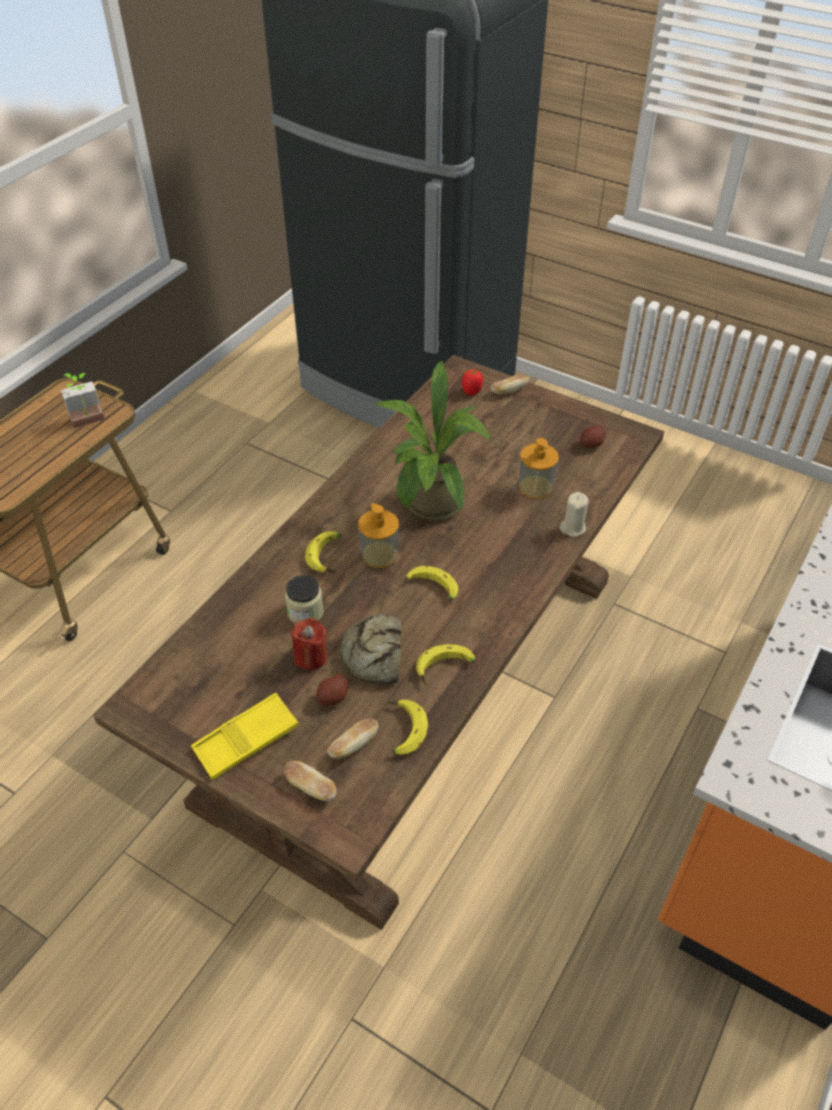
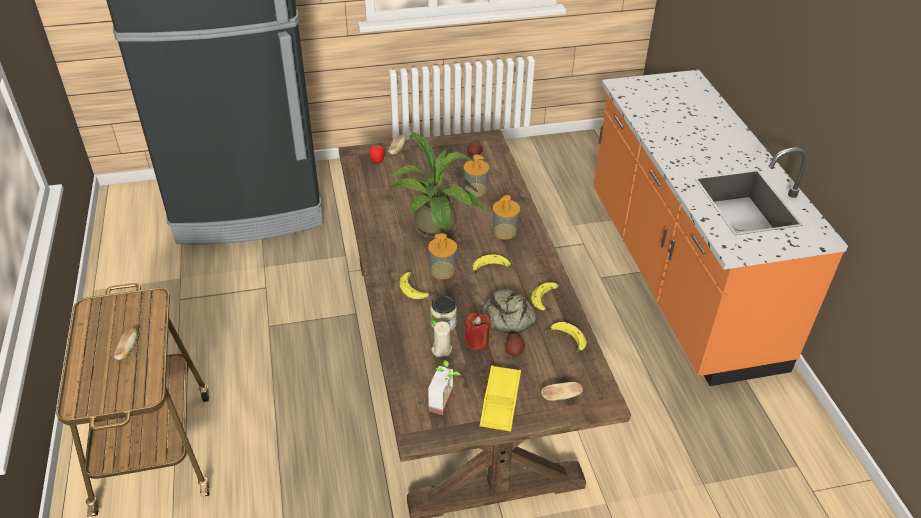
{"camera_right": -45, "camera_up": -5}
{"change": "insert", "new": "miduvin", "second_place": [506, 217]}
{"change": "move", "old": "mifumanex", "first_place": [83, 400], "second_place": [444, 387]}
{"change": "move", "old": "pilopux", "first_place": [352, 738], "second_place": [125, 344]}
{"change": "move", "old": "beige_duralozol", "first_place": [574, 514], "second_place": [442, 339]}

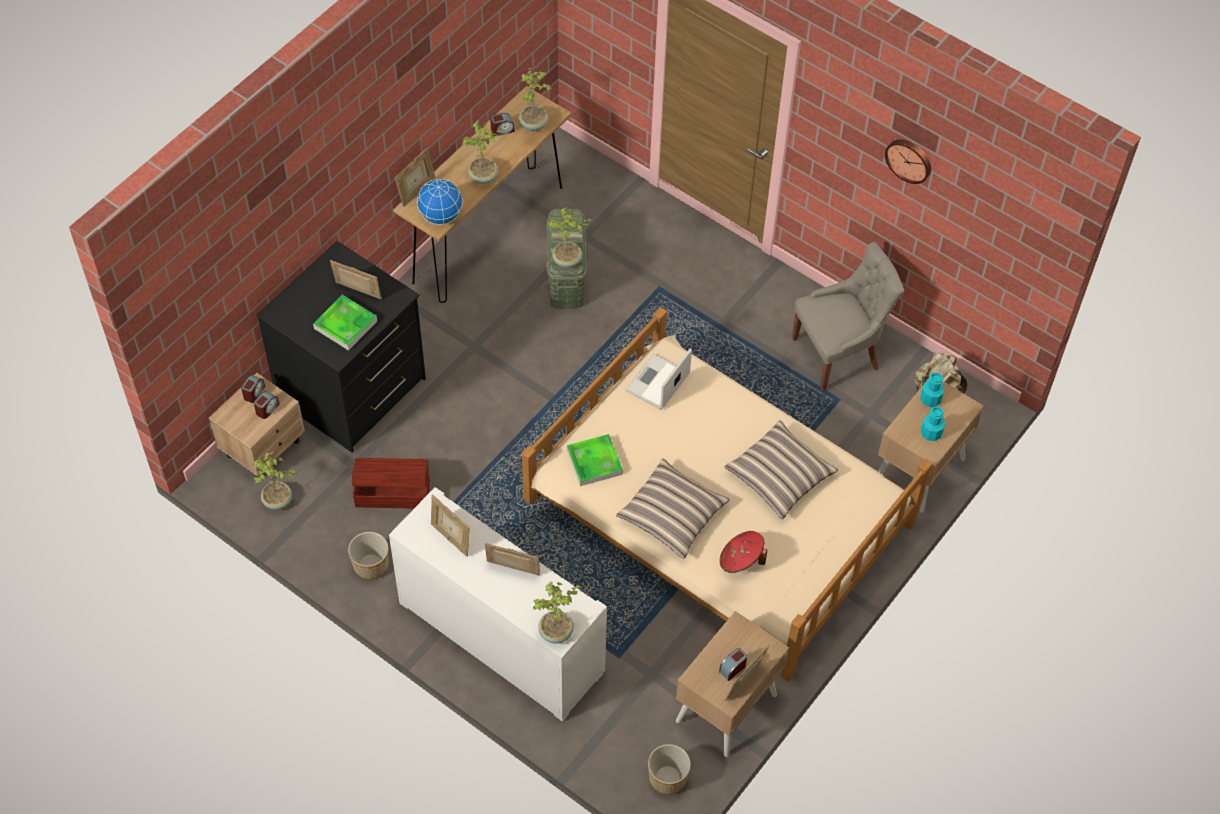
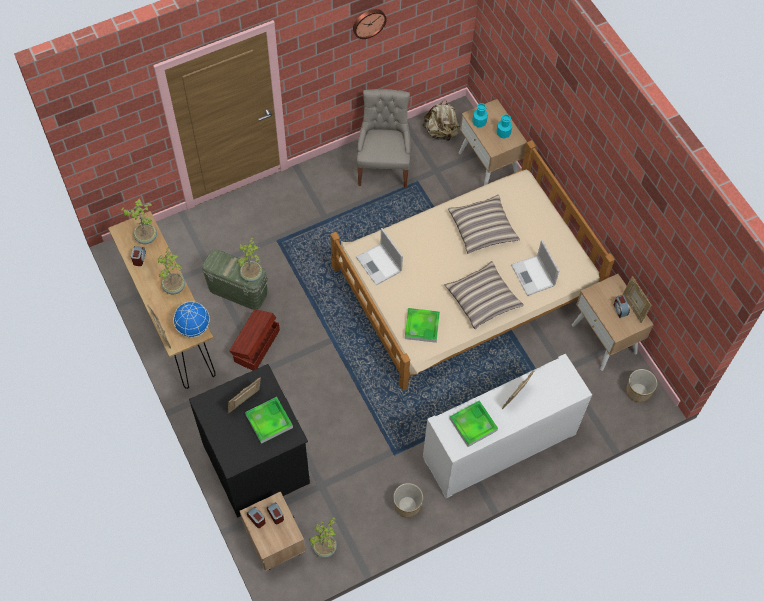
{"camera_right": -65, "camera_up": 5}
{"change": "delete", "old": "mifumanex", "first_place": [557, 613]}
{"change": "move", "old": "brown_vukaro", "first_place": [391, 483], "second_place": [254, 339]}
{"change": "replace", "old": "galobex", "new": "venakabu", "first_place": [450, 526], "second_place": [473, 423]}
{"change": "replace", "old": "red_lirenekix", "new": "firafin", "first_place": [743, 552], "second_place": [535, 268]}

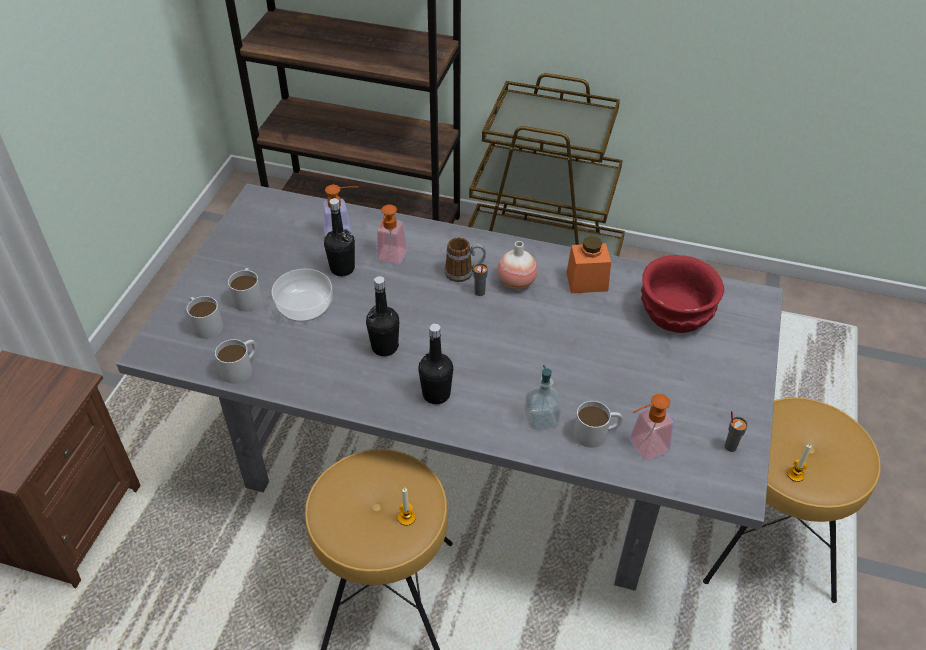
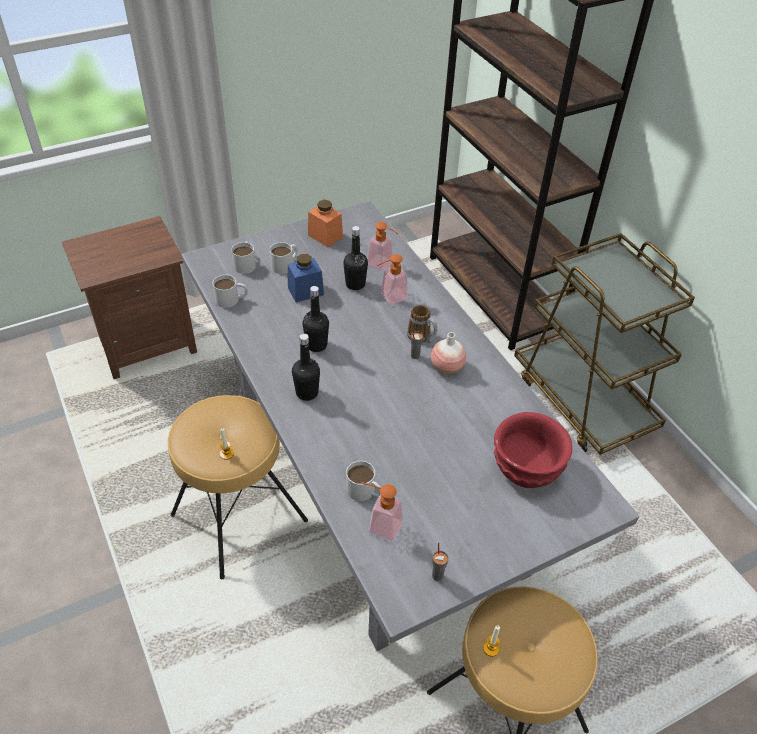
{"camera_right": 45, "camera_up": 0}
{"change": "delete", "old": "miduvin", "first_place": [543, 397]}
{"change": "move", "old": "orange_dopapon", "first_place": [588, 264], "second_place": [325, 223]}
{"change": "replace", "old": "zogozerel", "new": "blue_dopapon", "first_place": [302, 295], "second_place": [306, 278]}

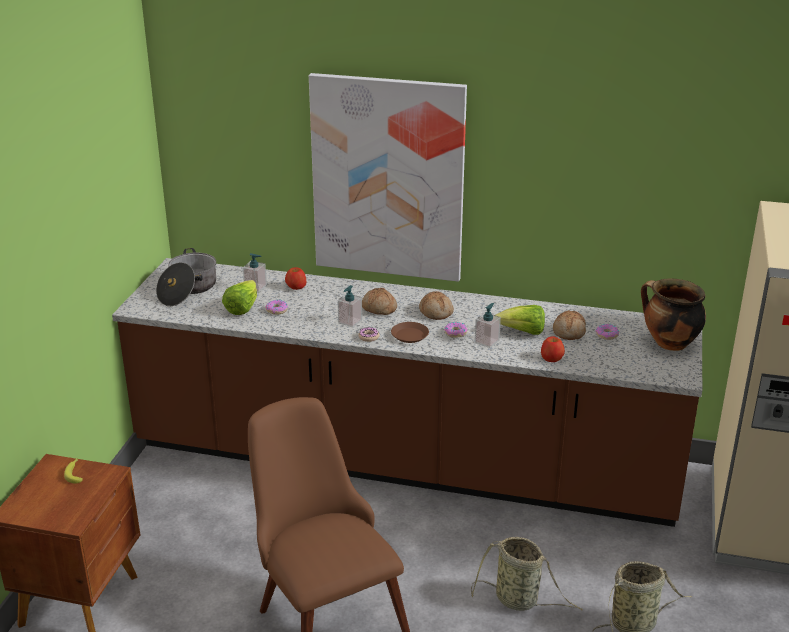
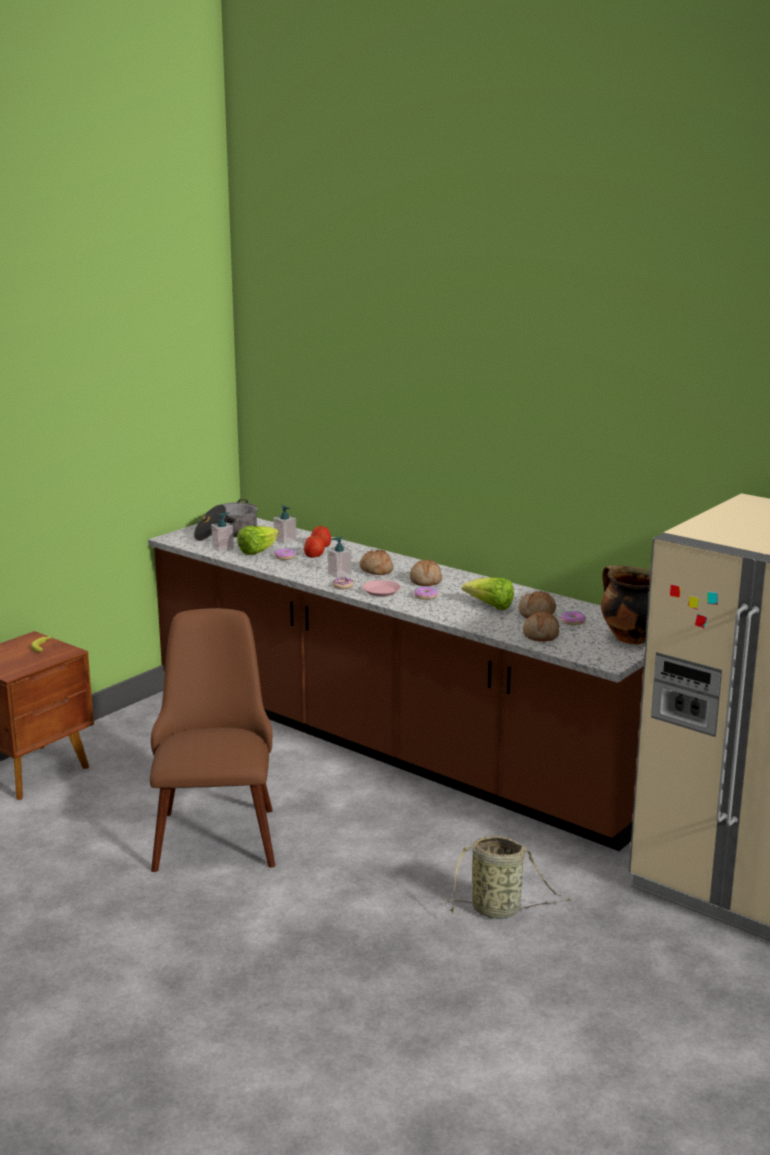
{"camera_right": 25, "camera_up": -10}
{"change": "delete", "old": "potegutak", "first_place": [388, 177]}
{"change": "delete", "old": "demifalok", "first_place": [527, 574]}
{"change": "insert", "new": "pilopux", "second_place": [541, 626]}
{"change": "move", "old": "miduvin", "first_place": [488, 325], "second_place": [222, 532]}
{"change": "move", "old": "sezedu", "first_place": [553, 349], "second_place": [314, 546]}
{"change": "recolor", "old": "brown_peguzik", "new": "pink_peguzik", "first_place": [410, 332], "second_place": [381, 588]}

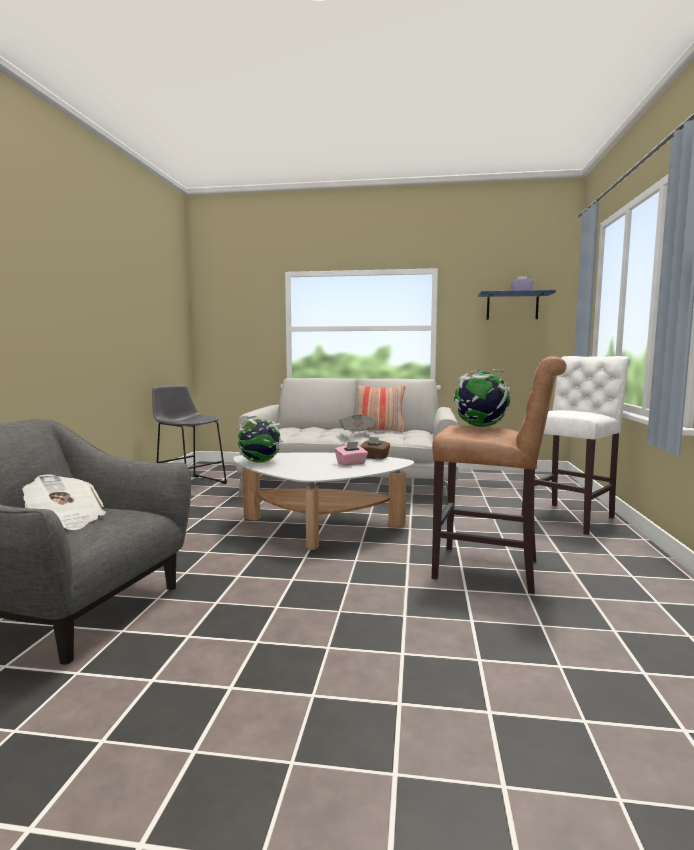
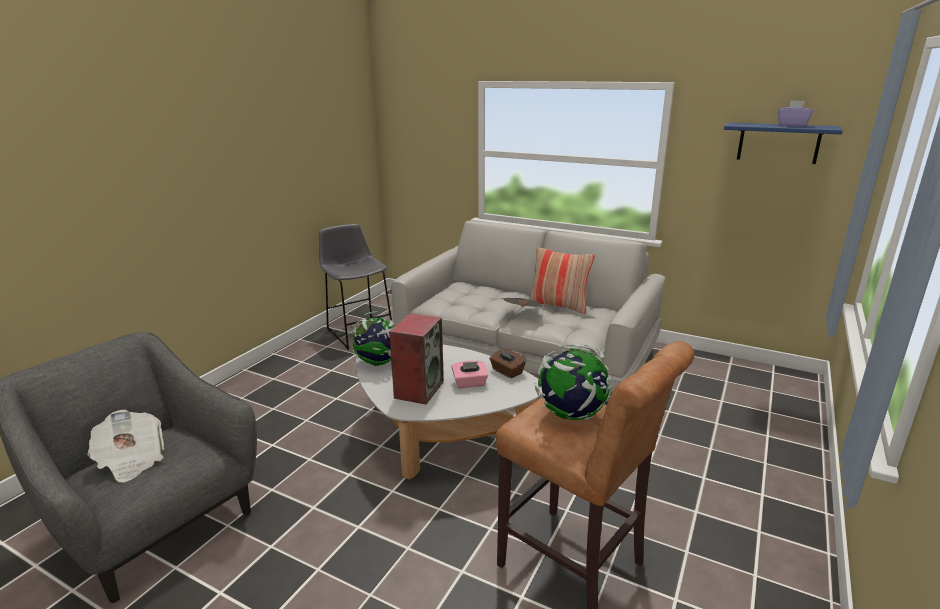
{"camera_right": 20, "camera_up": 15}
{"change": "delete", "old": "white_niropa", "first_place": [576, 445]}
{"change": "insert", "new": "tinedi", "second_place": [416, 359]}

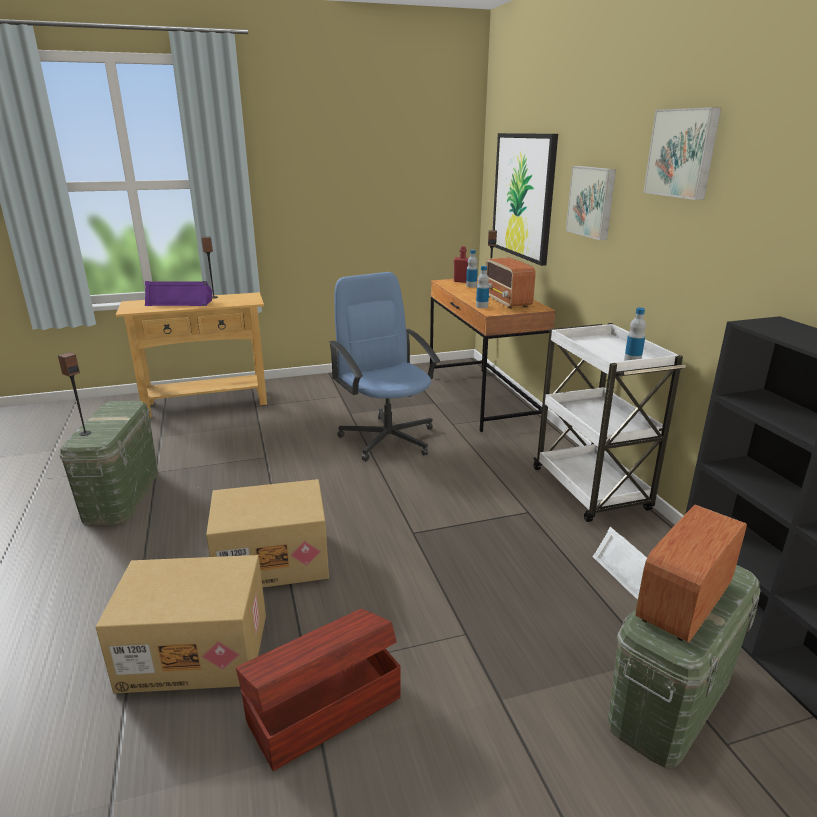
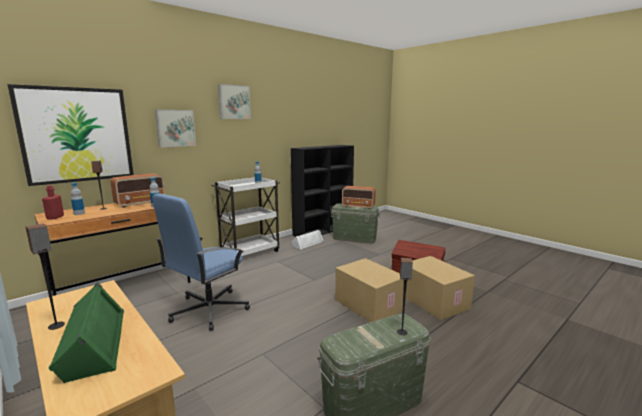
{"camera_right": -115, "camera_up": -10}
{"change": "recolor", "old": "purple_tinedi", "new": "green_tinedi", "first_place": [178, 293], "second_place": [86, 332]}

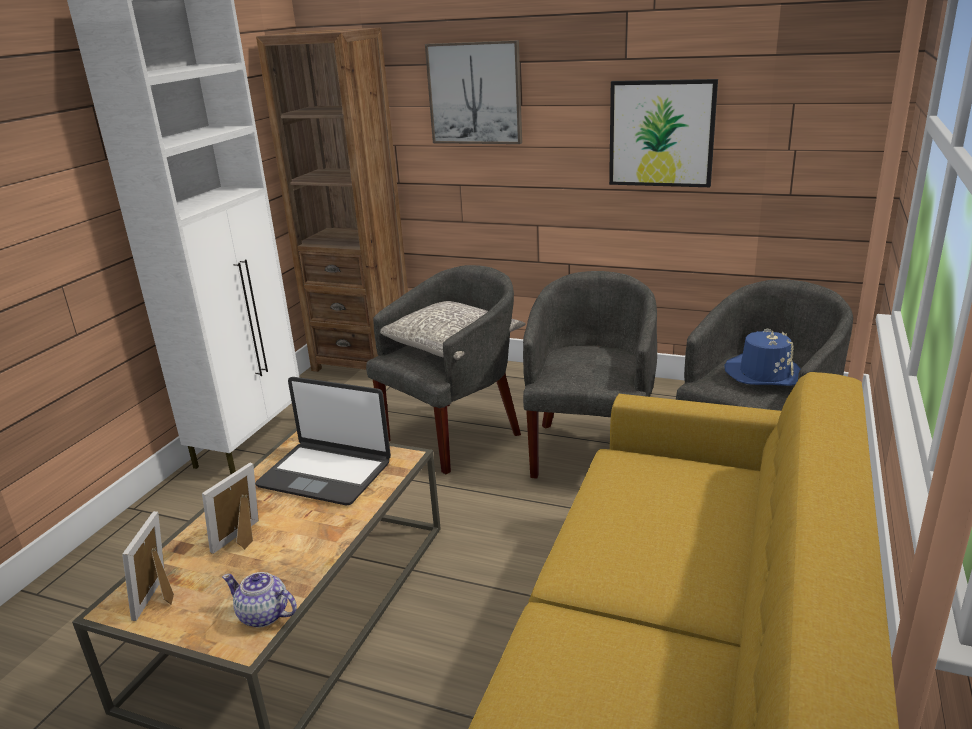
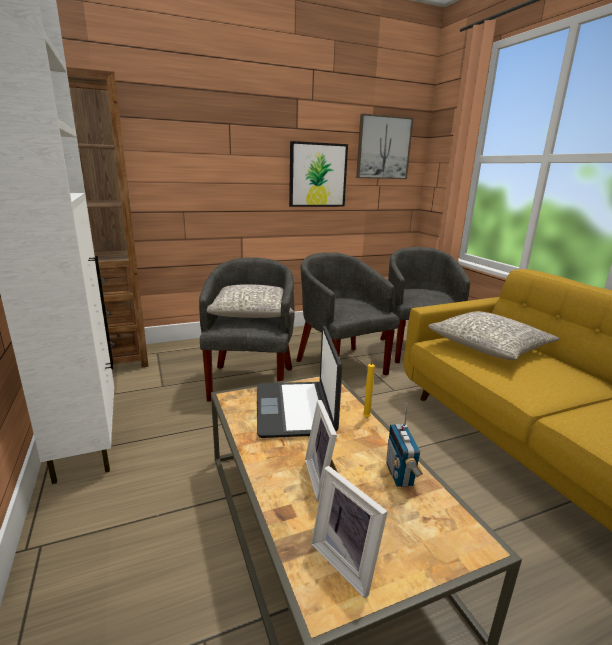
{"camera_right": -45, "camera_up": -5}
{"change": "delete", "old": "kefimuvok", "first_place": [259, 600]}
{"change": "delete", "old": "blue_lirenekix", "first_place": [762, 357]}
{"change": "insert", "new": "yellow_duralozol", "second_place": [369, 387]}
{"change": "insert", "new": "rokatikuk", "second_place": [404, 445]}
{"change": "insert", "new": "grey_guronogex", "second_place": [494, 335]}
{"change": "move", "old": "potegutak", "first_place": [473, 92], "second_place": [384, 146]}
{"change": "rotate", "old": "firafin", "first_place": [323, 441], "second_place": [300, 381], "degrees": 105}

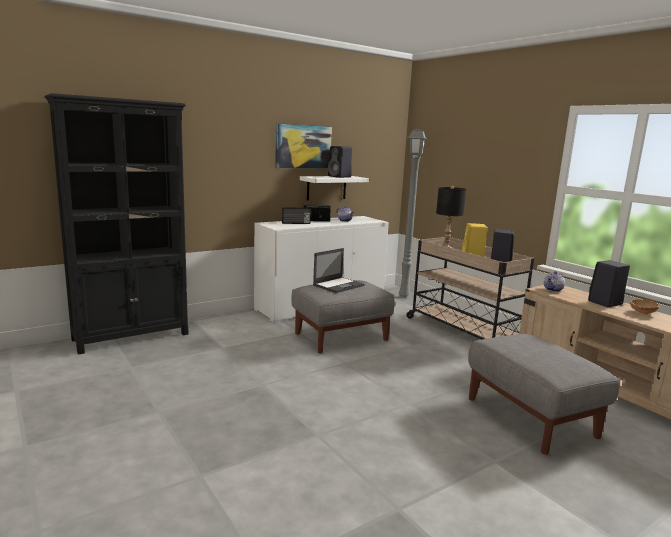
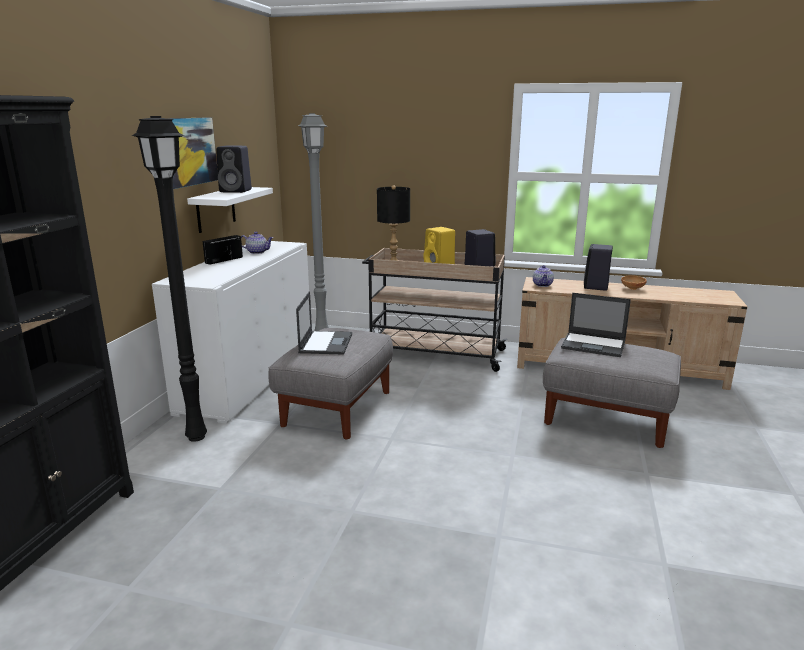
{"camera_right": -40, "camera_up": 5}
{"change": "delete", "old": "rokatikuk", "first_place": [296, 215]}
{"change": "insert", "new": "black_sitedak", "second_place": [169, 279]}
{"change": "insert", "new": "firafin", "second_place": [596, 325]}

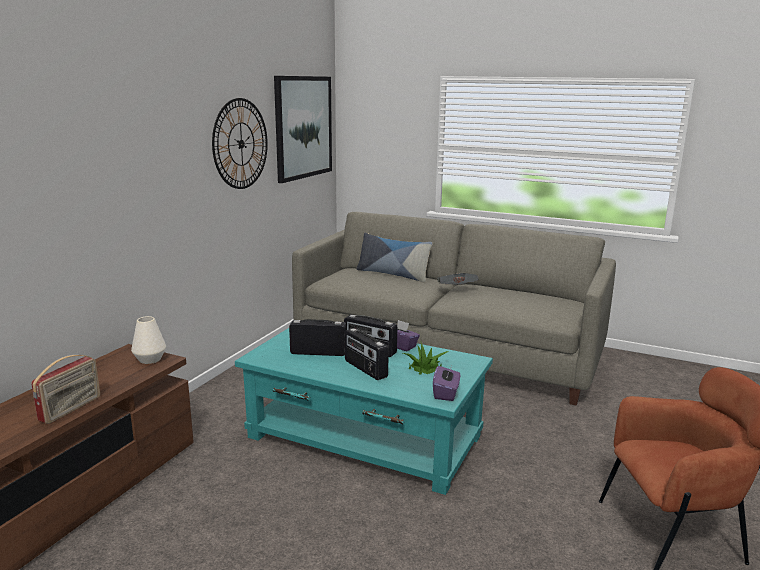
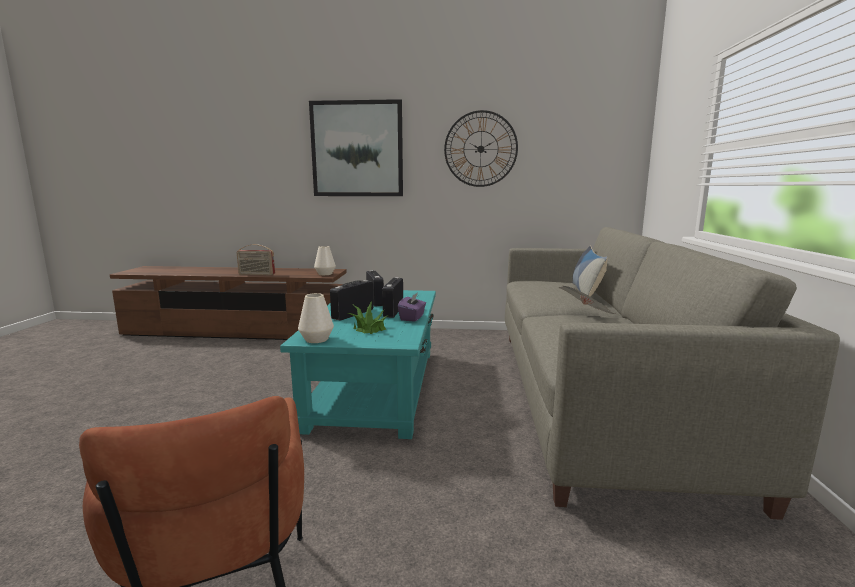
{"camera_right": 70, "camera_up": -5}
{"change": "move", "old": "potegutak", "first_place": [303, 129], "second_place": [356, 147]}
{"change": "replace", "old": "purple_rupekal", "new": "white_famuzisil", "first_place": [446, 382], "second_place": [316, 318]}

